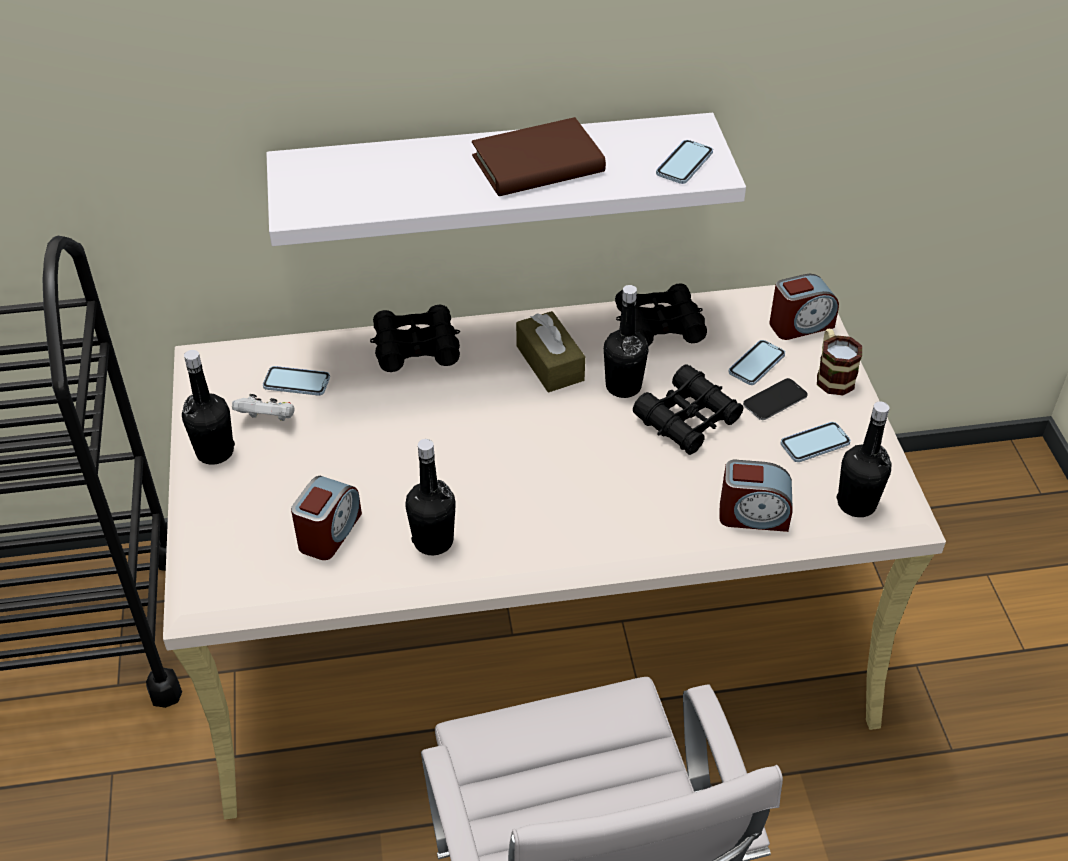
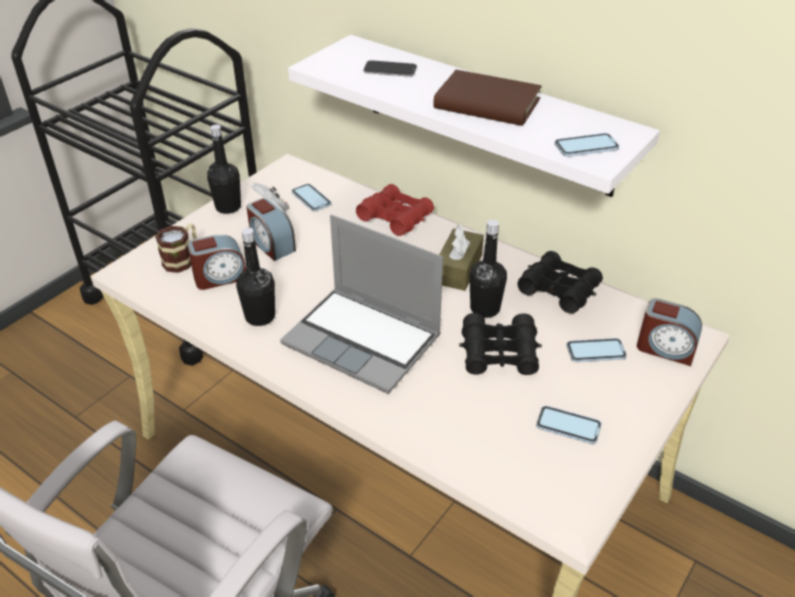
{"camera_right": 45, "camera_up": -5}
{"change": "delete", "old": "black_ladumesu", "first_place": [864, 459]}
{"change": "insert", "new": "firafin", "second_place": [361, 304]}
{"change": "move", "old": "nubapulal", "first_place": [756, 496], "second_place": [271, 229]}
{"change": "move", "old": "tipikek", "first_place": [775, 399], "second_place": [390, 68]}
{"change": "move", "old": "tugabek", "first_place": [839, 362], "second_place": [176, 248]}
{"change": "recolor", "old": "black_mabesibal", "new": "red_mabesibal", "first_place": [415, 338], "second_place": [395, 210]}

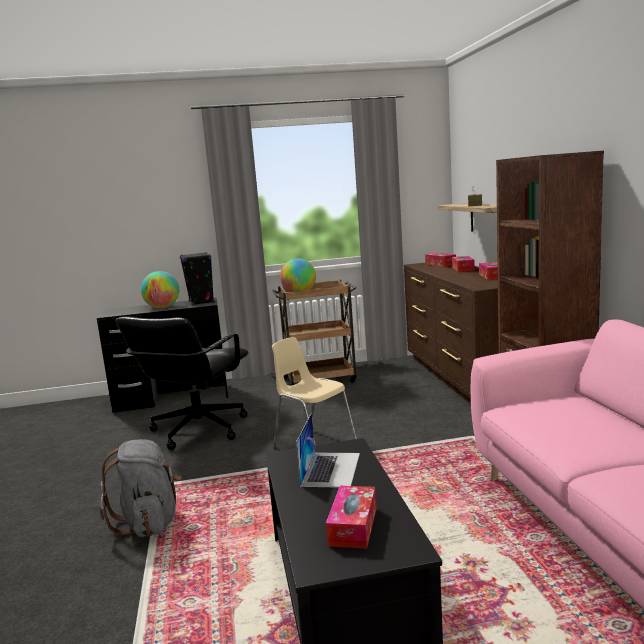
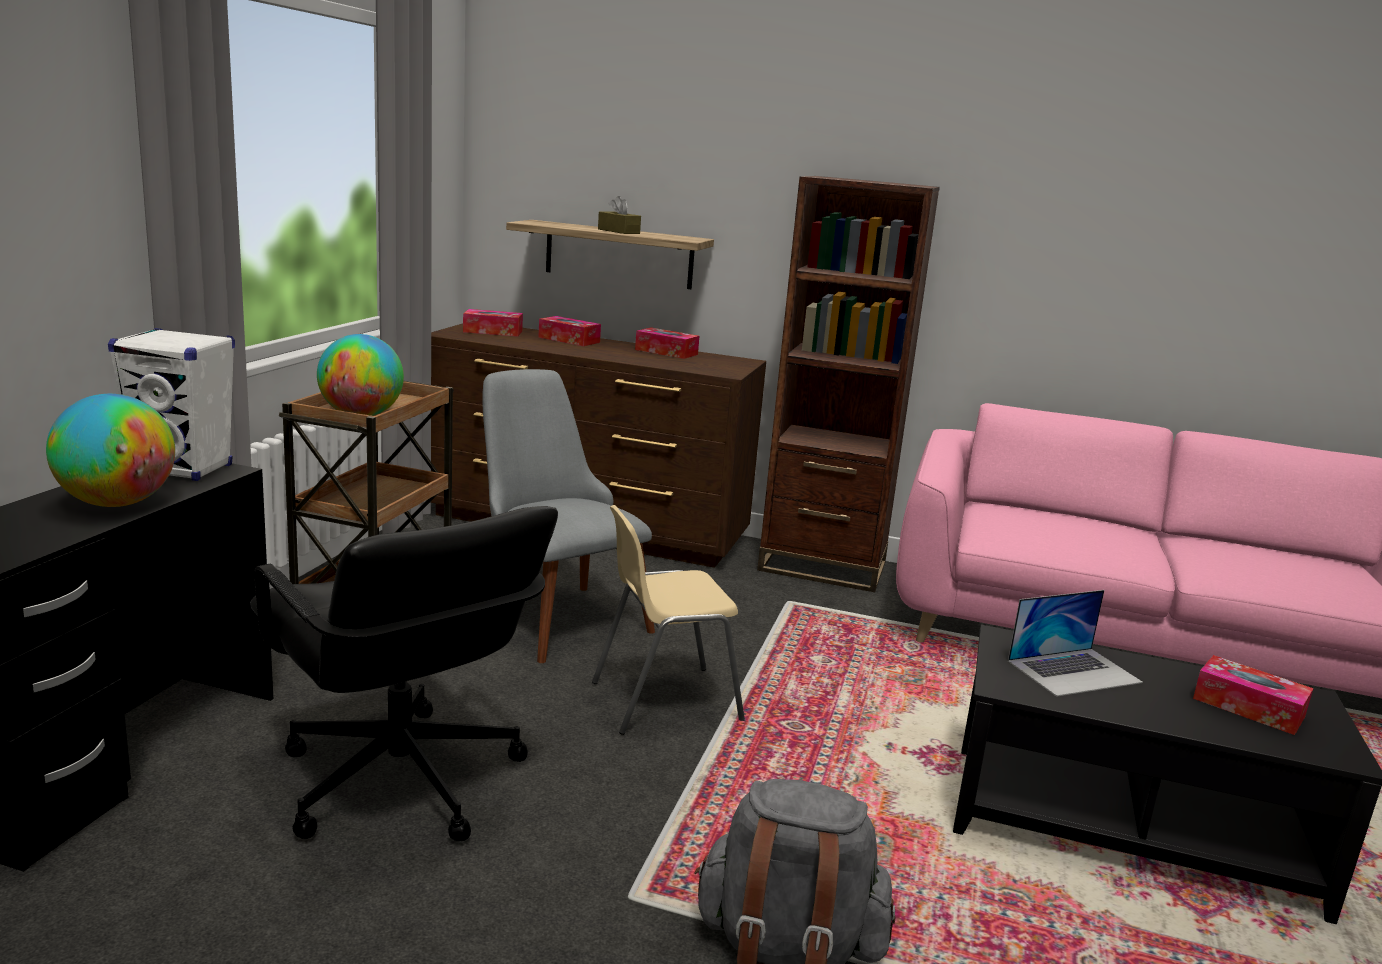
{"camera_right": -65, "camera_up": 5}
{"change": "insert", "new": "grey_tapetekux", "second_place": [568, 516]}
{"change": "recolor", "old": "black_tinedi", "new": "white_tinedi", "first_place": [197, 278], "second_place": [171, 404]}
{"change": "rotate", "old": "firafin", "first_place": [328, 450], "second_place": [1075, 643], "degrees": 120}

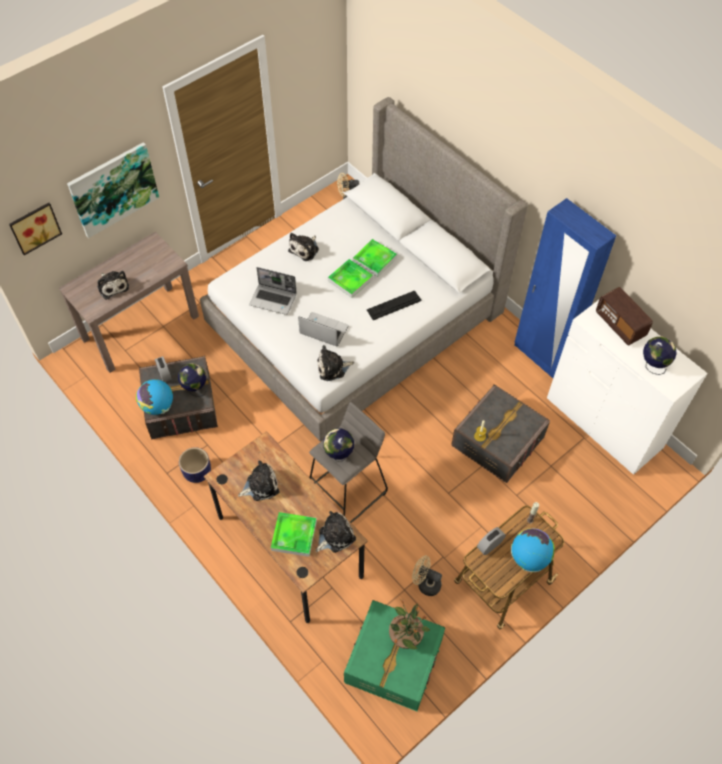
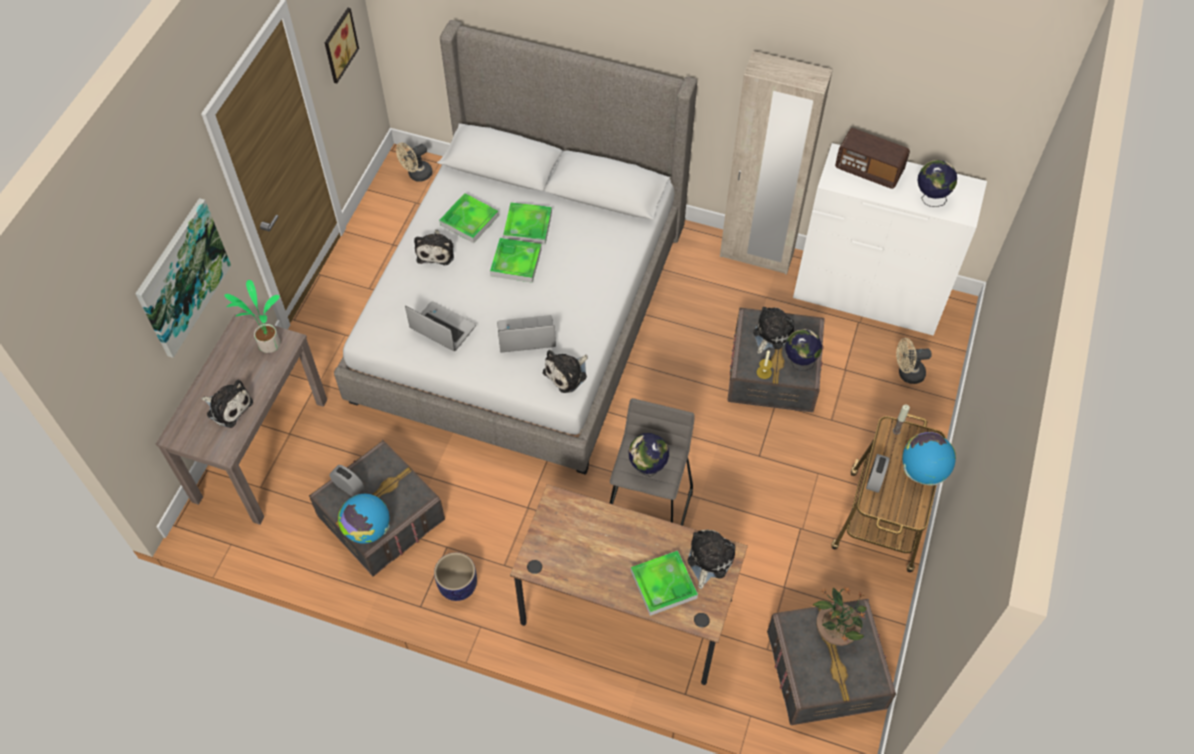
{"camera_right": -30, "camera_up": 0}
{"change": "delete", "old": "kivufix", "first_place": [394, 305]}
{"change": "insert", "new": "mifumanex", "second_place": [252, 316]}
{"change": "insert", "new": "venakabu", "second_place": [469, 218]}
{"change": "move", "old": "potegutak", "first_place": [35, 229], "second_place": [342, 45]}
{"change": "move", "old": "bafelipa", "first_place": [192, 380], "second_place": [803, 350]}
{"change": "move", "old": "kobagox", "first_place": [259, 480], "second_place": [773, 330]}
{"change": "move", "old": "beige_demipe", "first_place": [427, 575], "second_place": [914, 361]}
{"change": "recolor", "old": "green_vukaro", "new": "grey_vukaro", "first_place": [394, 655], "second_place": [831, 662]}
{"change": "recolor", "old": "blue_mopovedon", "new": "beige_mopovedon", "first_place": [565, 288], "second_place": [776, 163]}
{"change": "rotate", "old": "firafin", "first_place": [273, 291], "second_place": [440, 326], "degrees": -135}

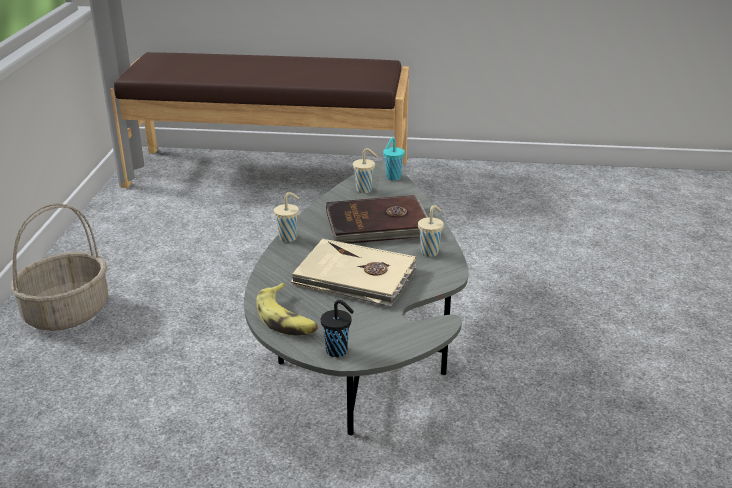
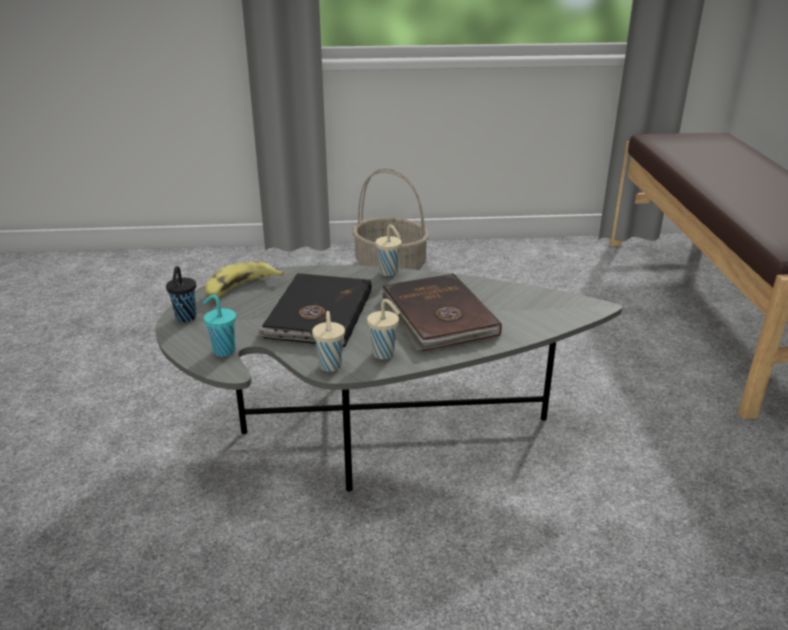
{"camera_right": 80, "camera_up": 0}
{"change": "move", "old": "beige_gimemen", "first_place": [365, 170], "second_place": [328, 341]}
{"change": "move", "old": "turquoise_gimemen", "first_place": [394, 159], "second_place": [219, 325]}
{"change": "recolor", "old": "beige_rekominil", "new": "black_rekominil", "first_place": [354, 273], "second_place": [314, 310]}

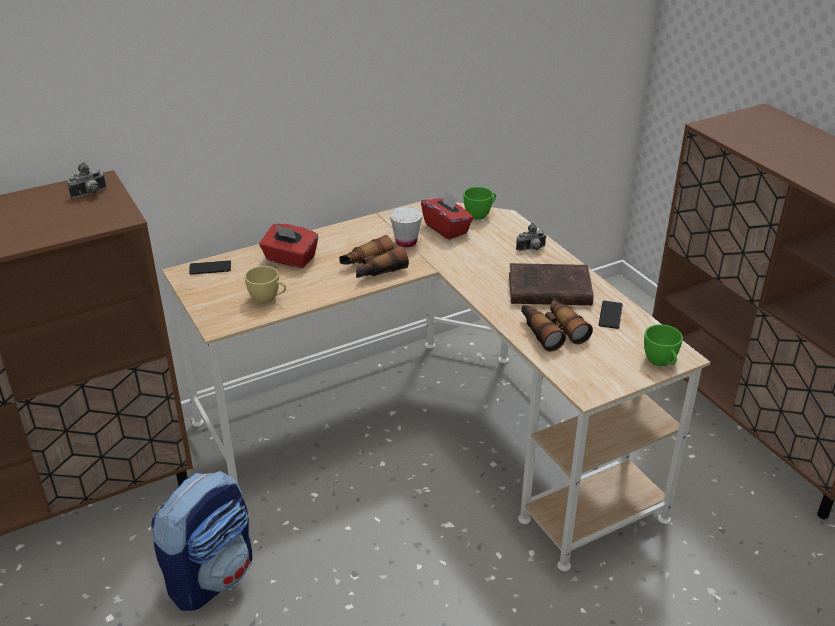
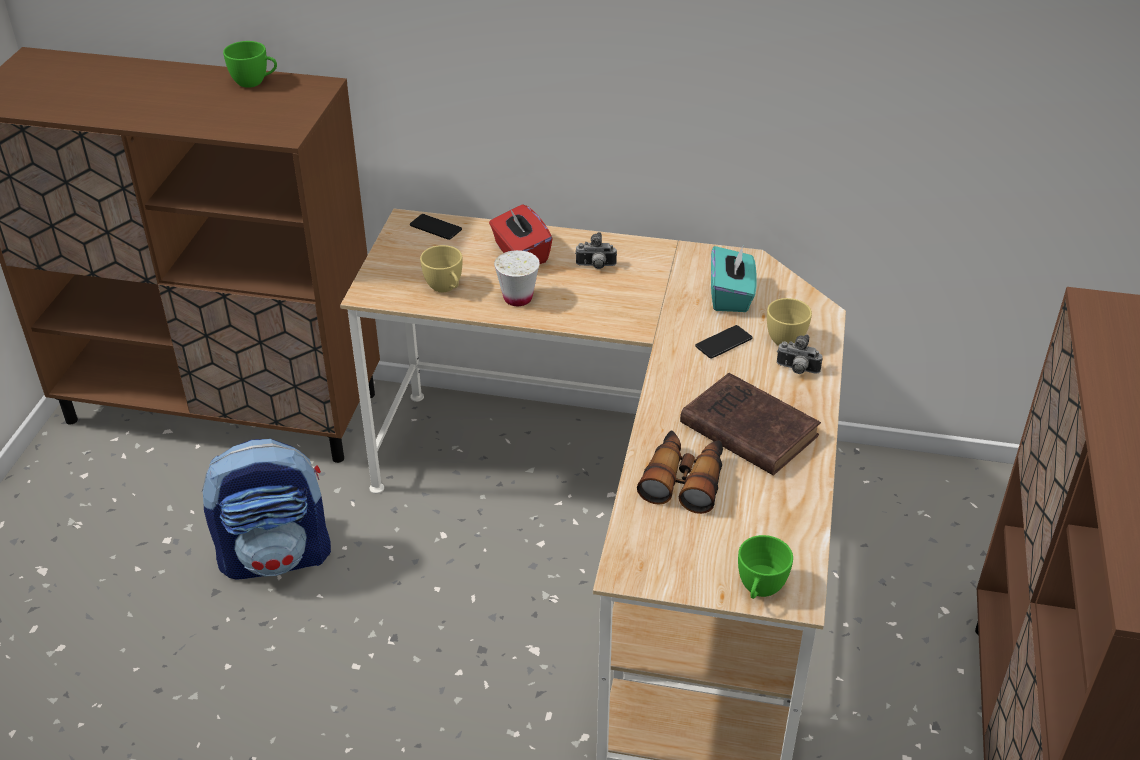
{"camera_right": 40, "camera_up": 5}
{"change": "delete", "old": "mabesibal", "first_place": [374, 256]}
{"change": "insert", "new": "yellow_gimemen", "second_place": [789, 322]}
{"change": "move", "old": "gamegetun", "first_place": [86, 180], "second_place": [596, 250]}
{"change": "move", "old": "white_gimemen", "first_place": [406, 227], "second_place": [517, 278]}
{"change": "move", "old": "green_gimemen", "first_place": [479, 203], "second_place": [250, 64]}
{"change": "move", "old": "tipikek", "first_place": [611, 315], "second_place": [724, 342]}
{"change": "recolor", "old": "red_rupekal", "new": "turquoise_rupekal", "first_place": [447, 215], "second_place": [734, 279]}

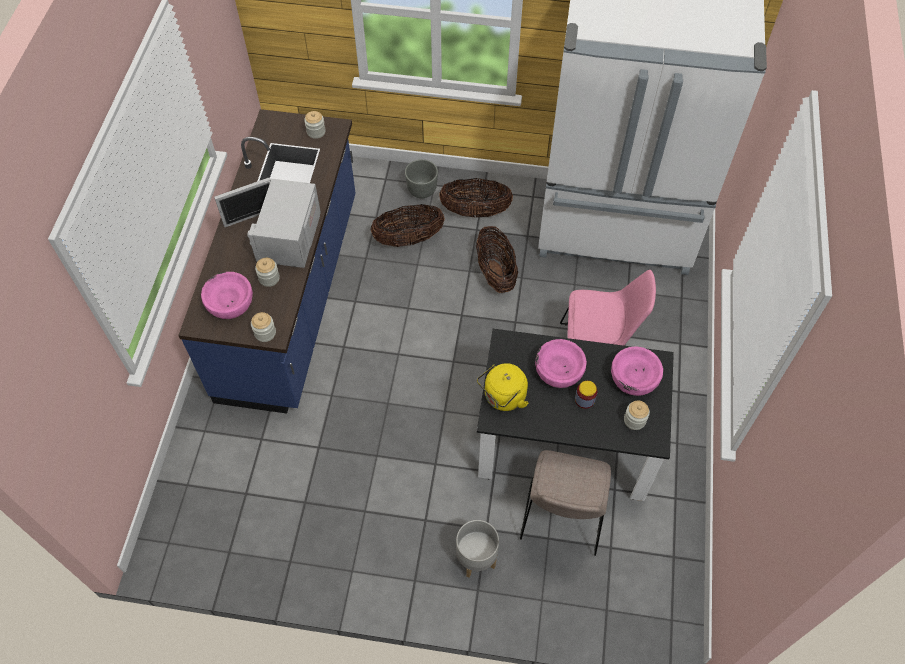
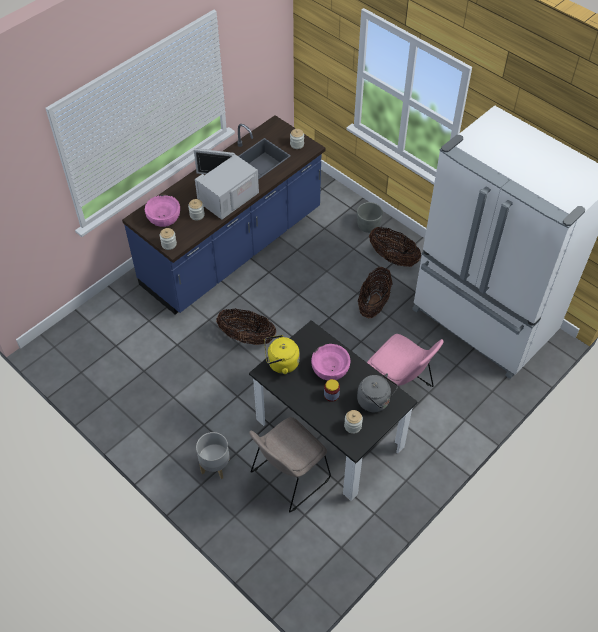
{"camera_right": 35, "camera_up": -5}
{"change": "move", "old": "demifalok", "first_place": [408, 225], "second_place": [246, 326]}
{"change": "replace", "old": "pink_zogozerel", "new": "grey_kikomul", "first_place": [637, 371], "second_place": [377, 392]}

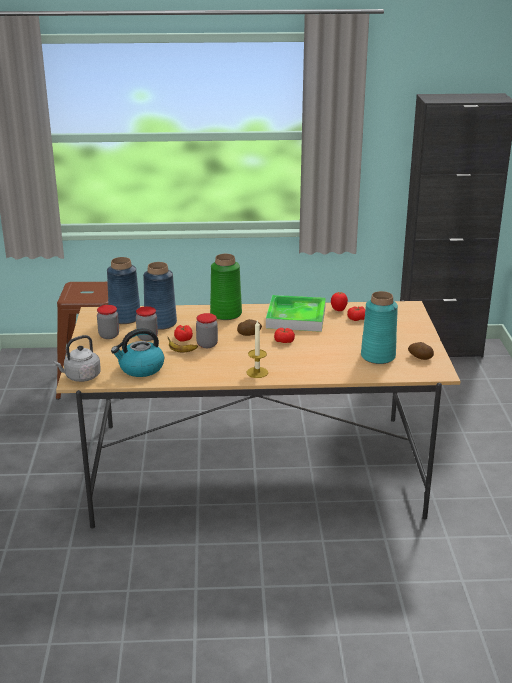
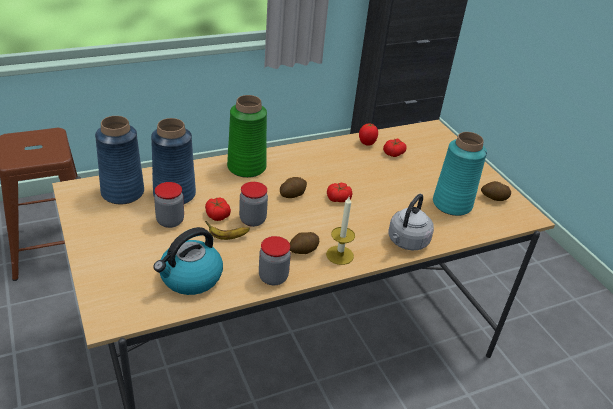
{"camera_right": -25, "camera_up": 10}
{"change": "delete", "old": "venakabu", "first_place": [296, 313]}
{"change": "insert", "new": "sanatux", "second_place": [304, 243]}
{"change": "move", "old": "grey_kikomul", "first_place": [77, 358], "second_place": [411, 222]}
{"change": "move", "old": "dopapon", "first_place": [108, 322], "second_place": [275, 260]}

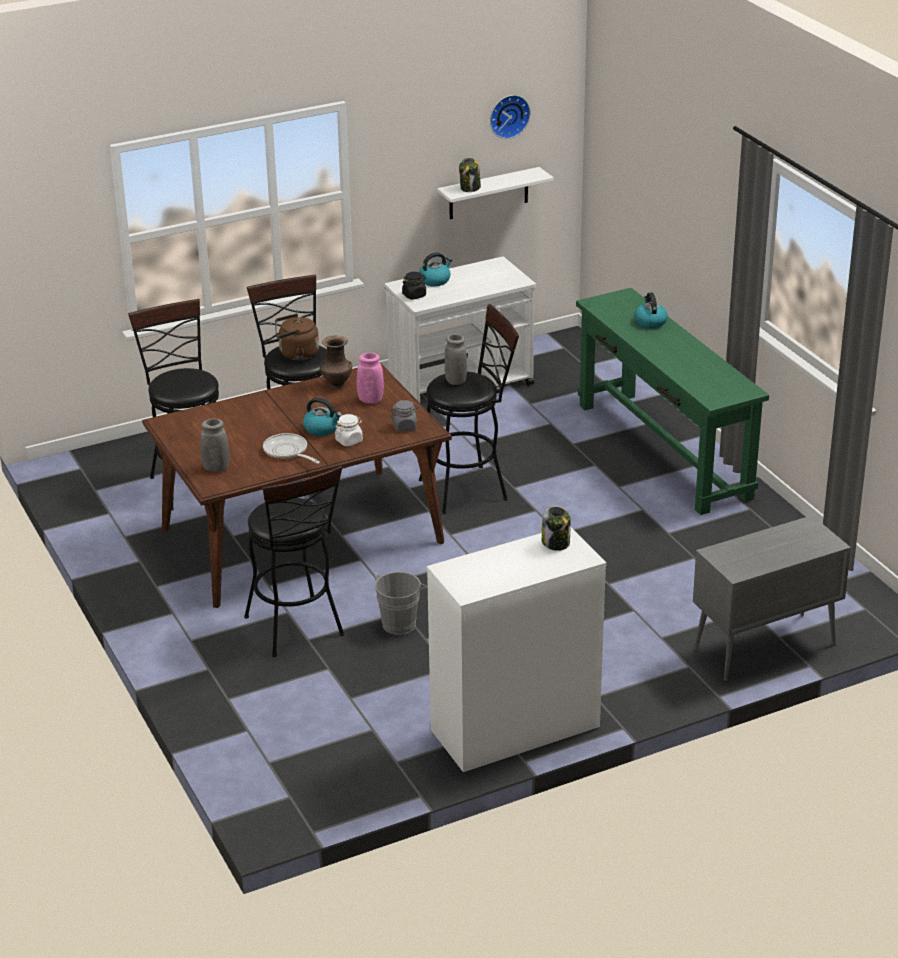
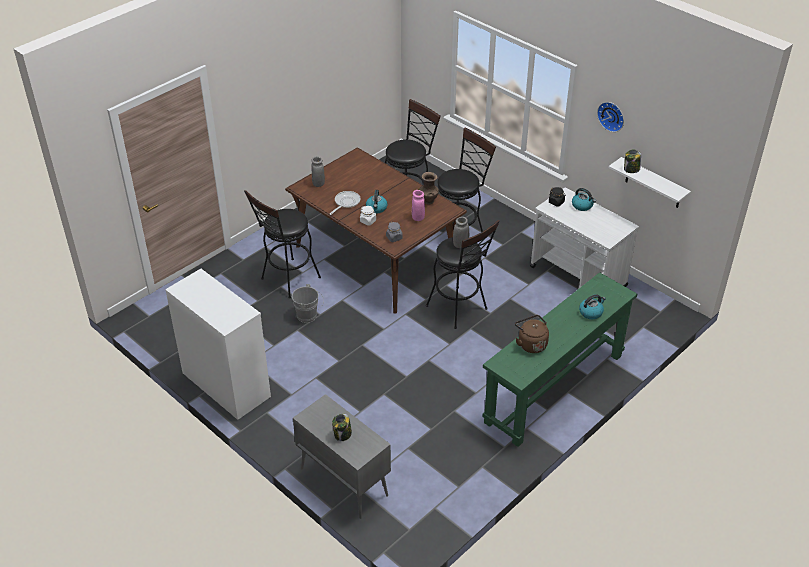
{"camera_right": 70, "camera_up": 10}
{"change": "move", "old": "brown_kikomul", "first_place": [297, 337], "second_place": [532, 334]}
{"change": "move", "old": "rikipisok", "first_place": [510, 117], "second_place": [610, 117]}
{"change": "move", "old": "dopapon", "first_place": [556, 528], "second_place": [342, 427]}

